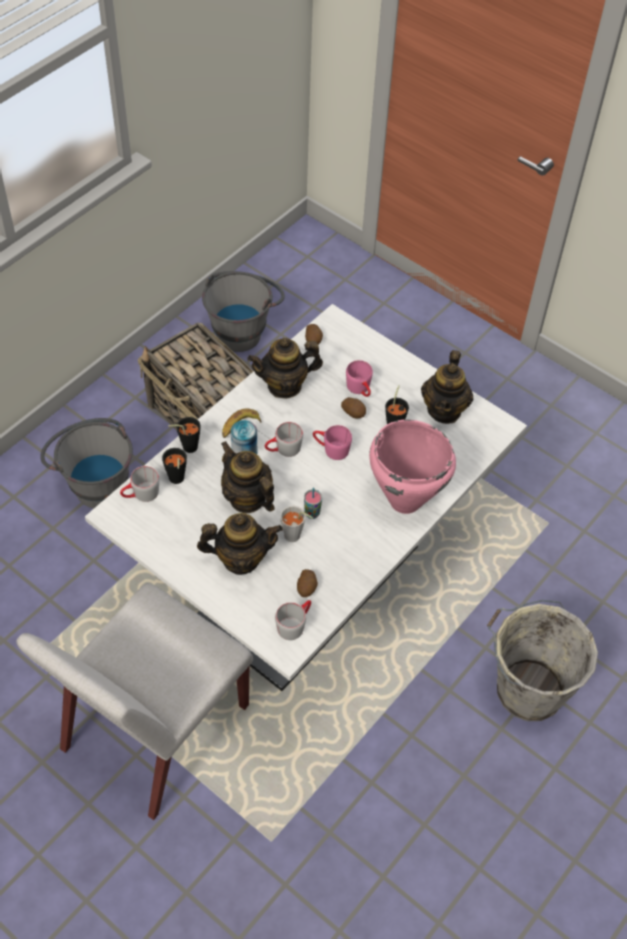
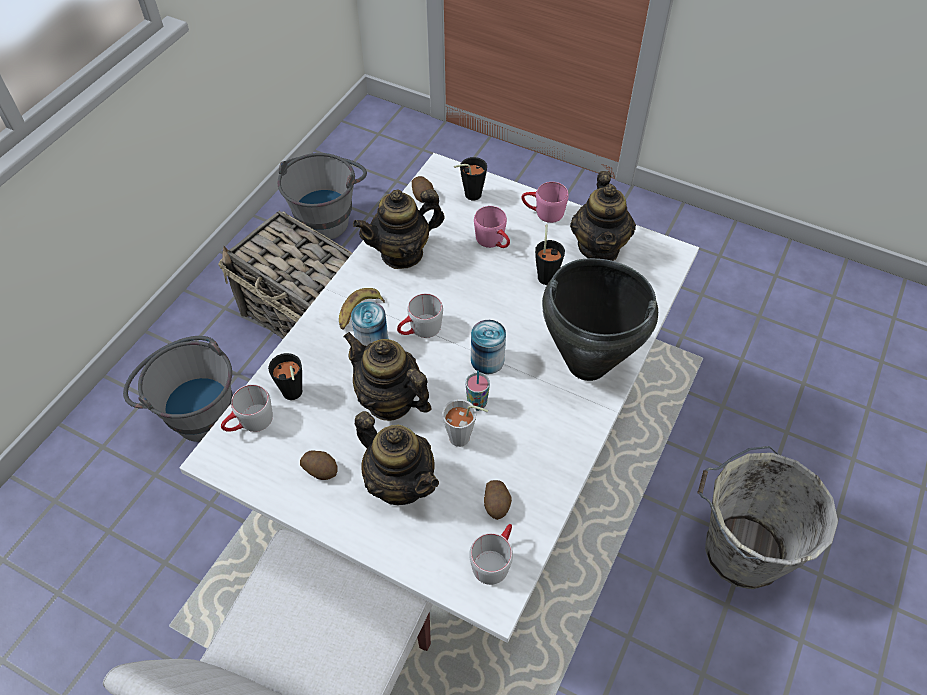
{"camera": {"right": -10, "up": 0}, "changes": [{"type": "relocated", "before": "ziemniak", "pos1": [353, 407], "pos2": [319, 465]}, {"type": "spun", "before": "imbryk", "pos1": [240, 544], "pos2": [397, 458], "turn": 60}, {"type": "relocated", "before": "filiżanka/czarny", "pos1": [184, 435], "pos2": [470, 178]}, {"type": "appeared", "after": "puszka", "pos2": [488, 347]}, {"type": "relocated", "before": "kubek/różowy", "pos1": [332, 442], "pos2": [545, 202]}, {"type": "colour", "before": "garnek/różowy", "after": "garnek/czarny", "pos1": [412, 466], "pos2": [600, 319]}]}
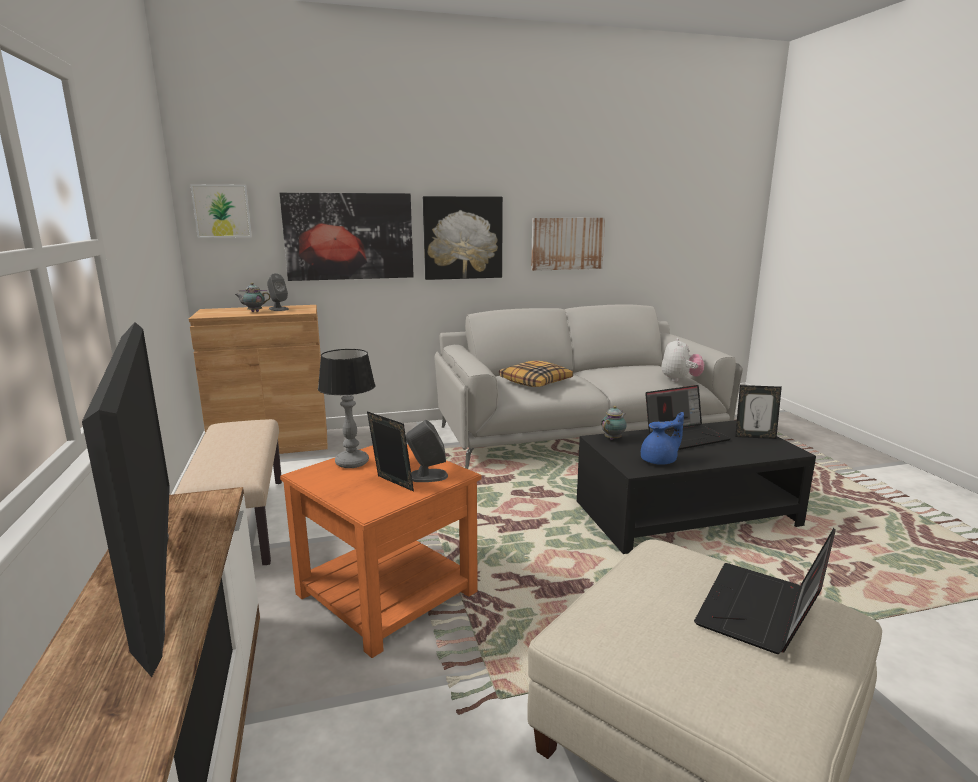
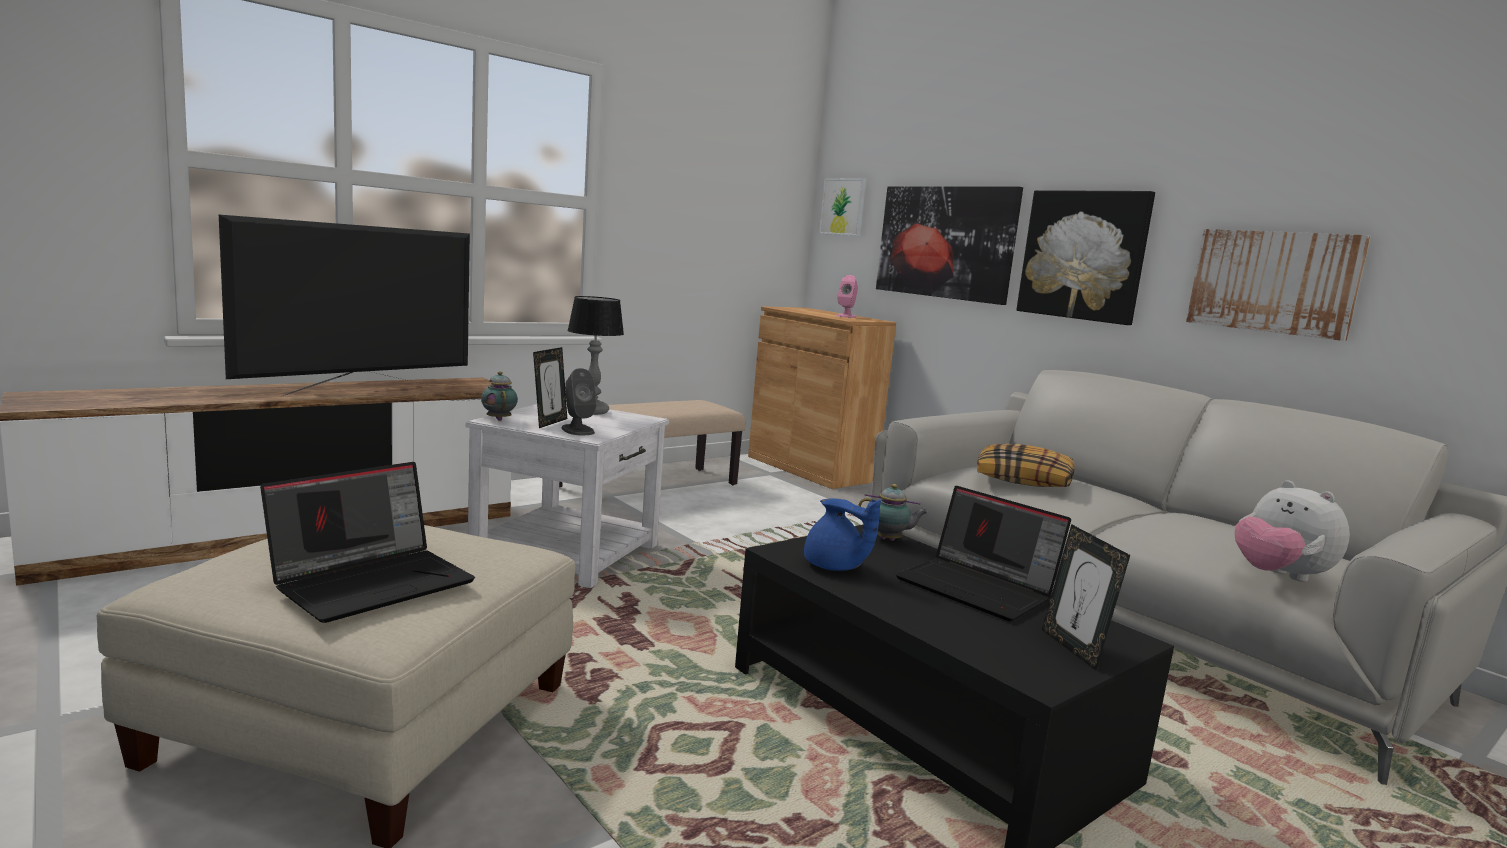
{"camera": {"right": 65, "up": -5}, "changes": [{"type": "spun", "before": "laptop", "pos1": [765, 591], "pos2": [367, 542], "turn": 120}, {"type": "colour", "before": "stolik/pomarańczowy", "after": "stolik/biały", "pos1": [381, 551], "pos2": [567, 495]}, {"type": "relocated", "before": "imbryk", "pos1": [252, 297], "pos2": [499, 396]}, {"type": "colour", "before": "głośnik/szary", "after": "głośnik/różowy", "pos1": [278, 292], "pos2": [847, 296]}, {"type": "spun", "before": "pluszak", "pos1": [682, 360], "pos2": [1292, 531], "turn": 75}]}
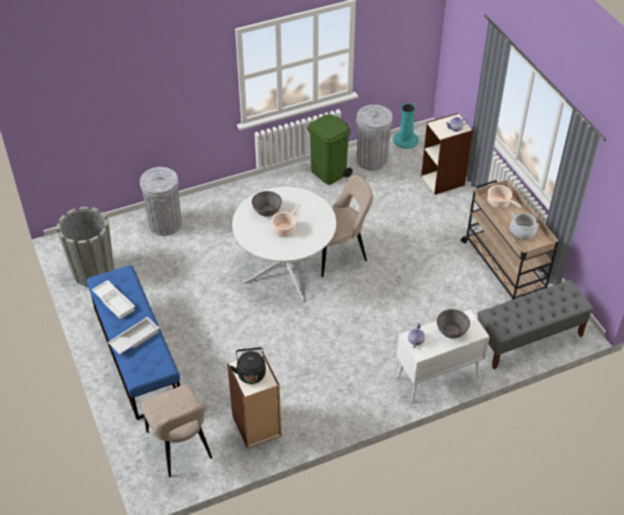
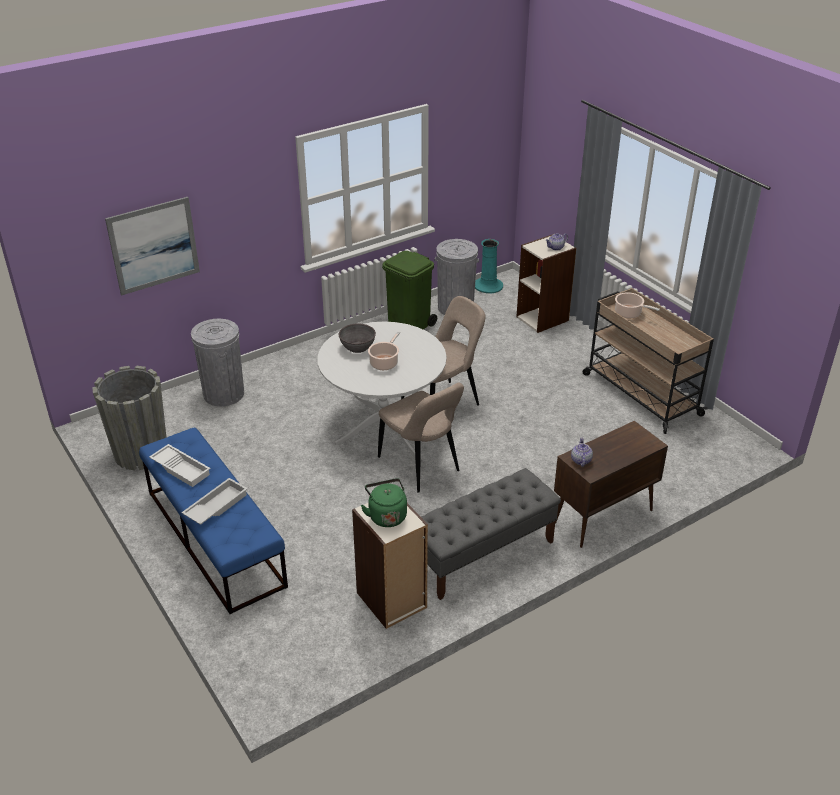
{"camera": {"right": -10, "up": -10}, "changes": [{"type": "appeared", "after": "obraz", "pos2": [152, 246]}, {"type": "colour", "before": "czajnik/czarny", "after": "czajnik/zielony", "pos1": [248, 365], "pos2": [384, 502]}, {"type": "relocated", "before": "krzesło/beżowy", "pos1": [176, 431], "pos2": [421, 438]}, {"type": "relocated", "before": "ławka/szary", "pos1": [535, 324], "pos2": [491, 534]}, {"type": "colour", "before": "szafka/biały", "after": "szafka/brązowy", "pos1": [443, 356], "pos2": [611, 484]}, {"type": "missing", "before": "miska/szary", "pos1": [453, 323]}, {"type": "missing", "before": "garnek", "pos1": [524, 226]}]}
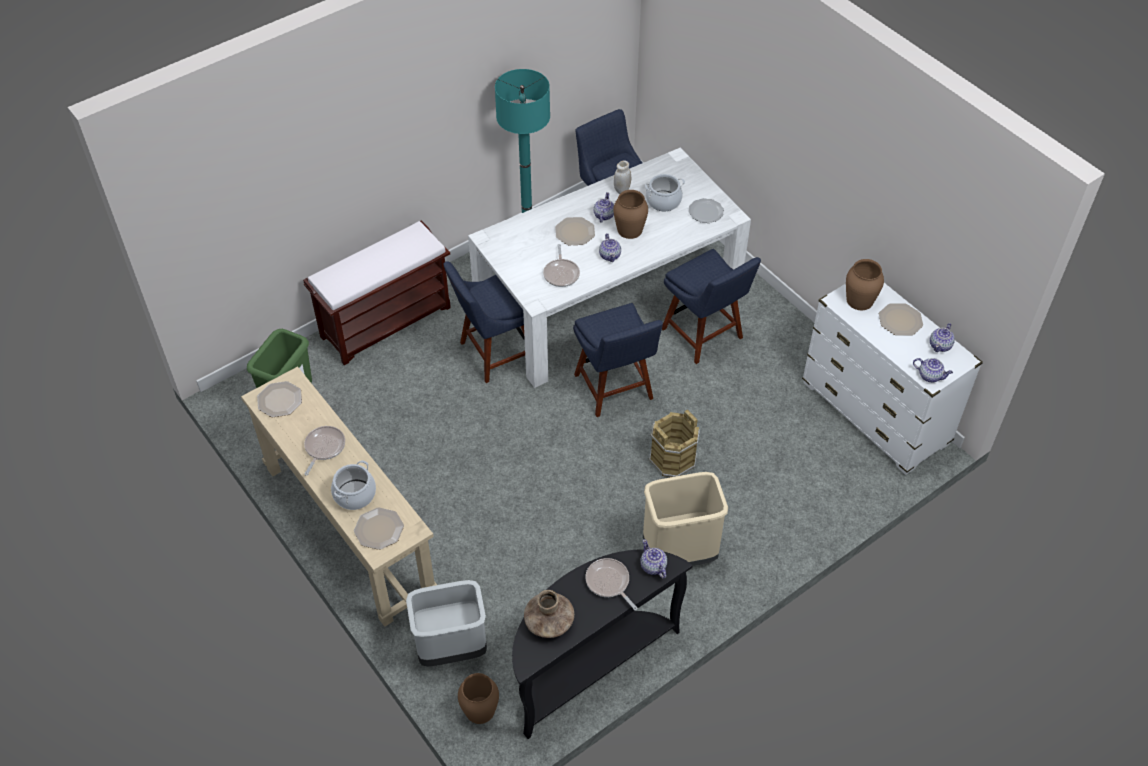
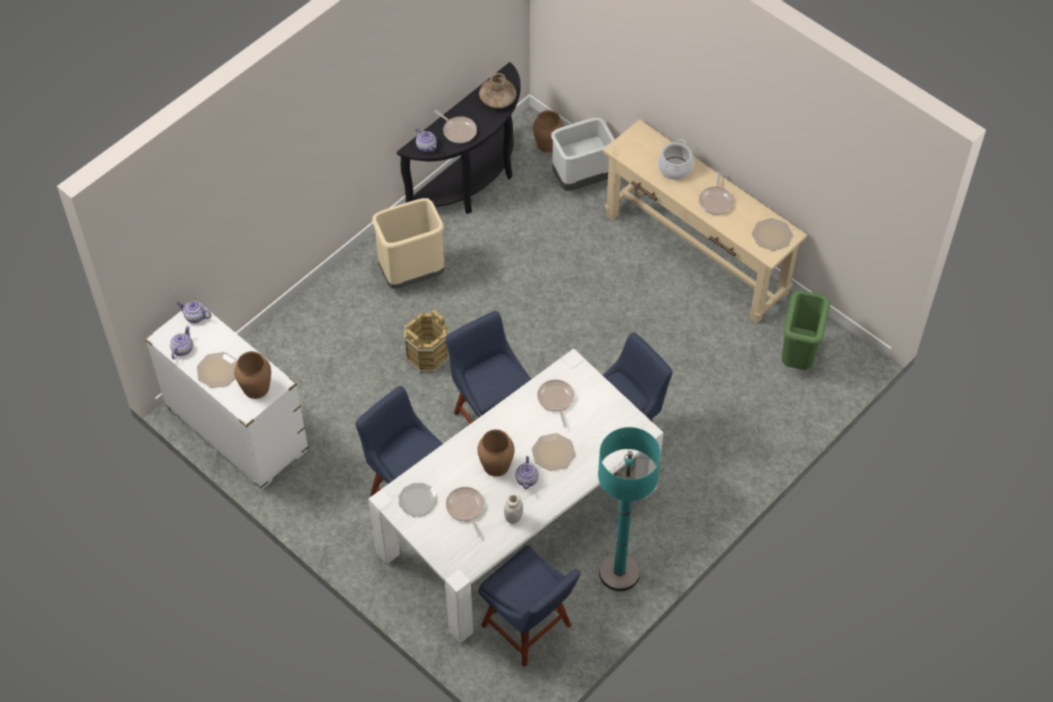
{"camera": {"right": 170, "up": 5}, "changes": [{"type": "exchanged", "before": "garnek", "after": "patelnia", "pos1": [665, 192], "pos2": [465, 512]}, {"type": "missing", "before": "ławka/brązowy", "pos1": [377, 292]}, {"type": "missing", "before": "talerz", "pos1": [379, 528]}, {"type": "missing", "before": "imbryk", "pos1": [610, 247]}]}
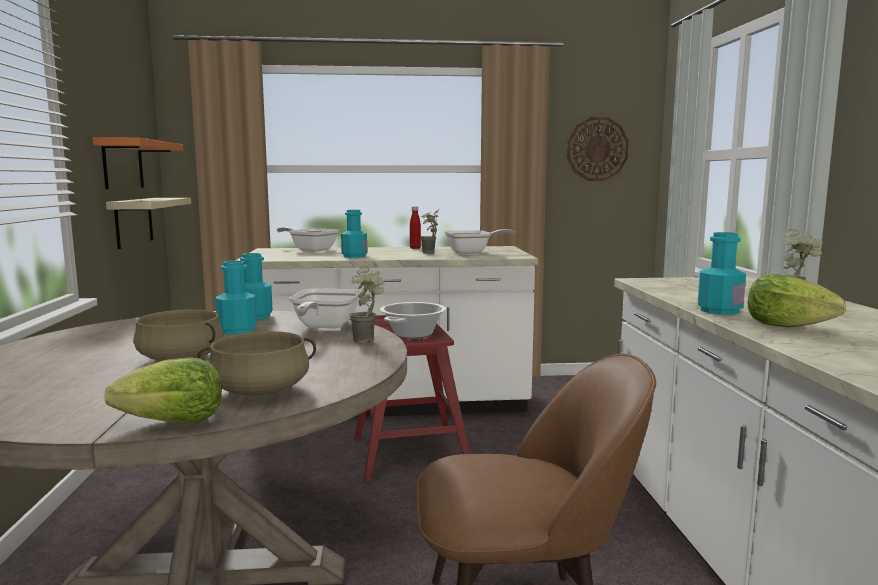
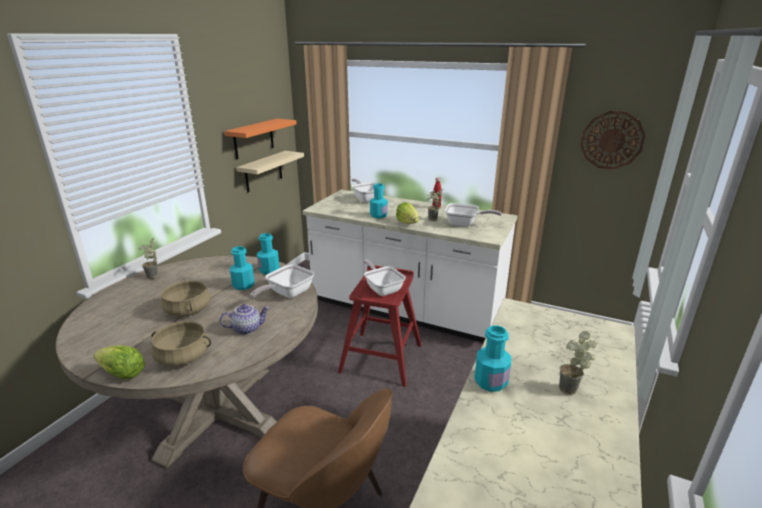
{"camera": {"right": 30, "up": 15}, "changes": [{"type": "relocated", "before": "roślina doniczkowa", "pos1": [367, 304], "pos2": [148, 258]}, {"type": "appeared", "after": "imbryk", "pos2": [245, 319]}, {"type": "exchanged", "before": "garnek", "after": "patelnia", "pos1": [413, 320], "pos2": [384, 278]}, {"type": "relocated", "before": "sałata", "pos1": [797, 300], "pos2": [407, 213]}]}
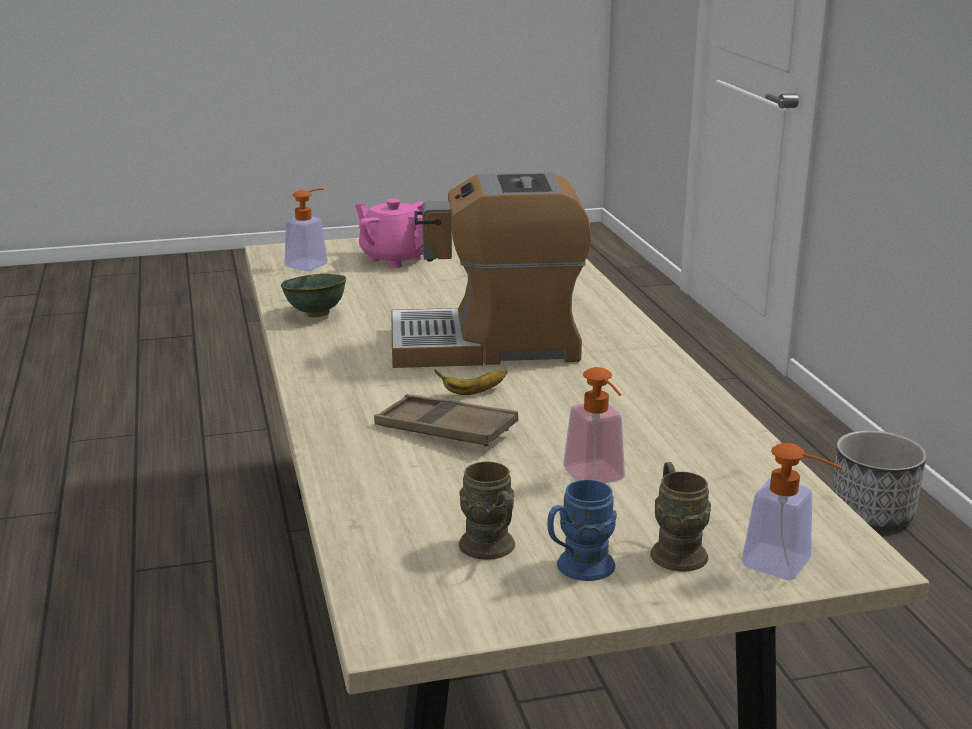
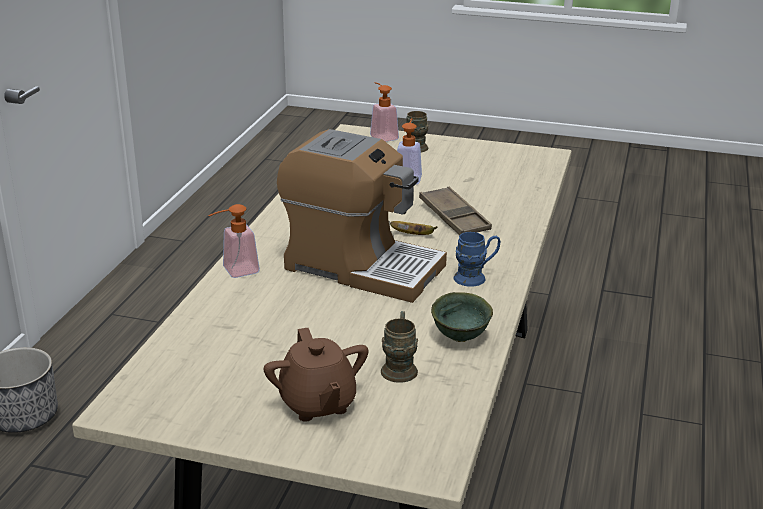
{"camera": {"right": -150, "up": 5}, "changes": [{"type": "relocated", "before": "dozownik mydła", "pos1": [306, 229], "pos2": [234, 241]}, {"type": "colour", "before": "imbryk/różowy", "after": "imbryk/brązowy", "pos1": [389, 233], "pos2": [316, 375]}, {"type": "relocated", "before": "kubek/brązowy", "pos1": [487, 510], "pos2": [399, 347]}, {"type": "relocated", "before": "kubek/niebieski", "pos1": [582, 530], "pos2": [477, 259]}]}
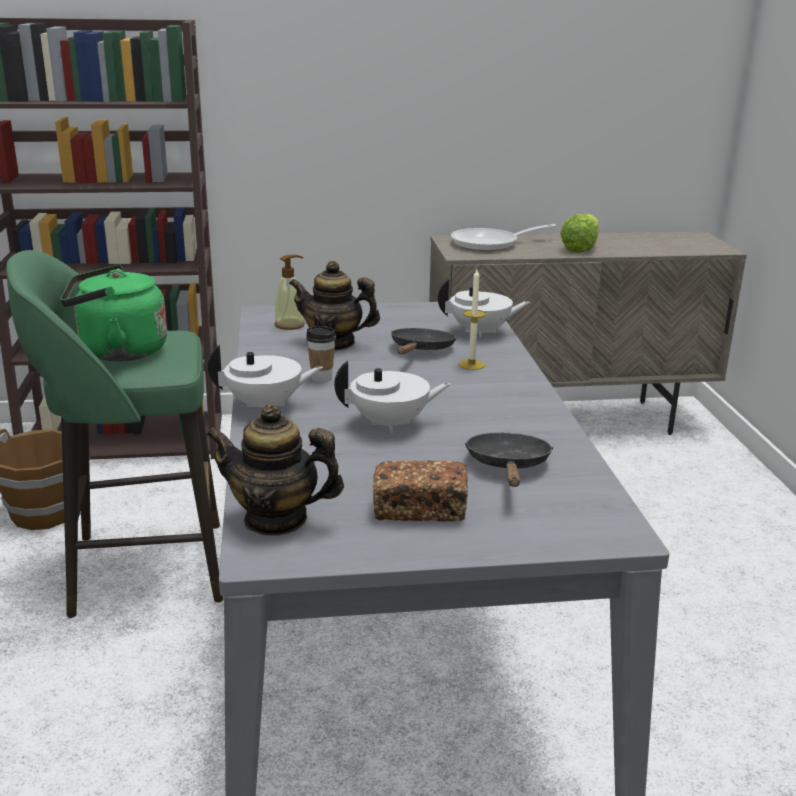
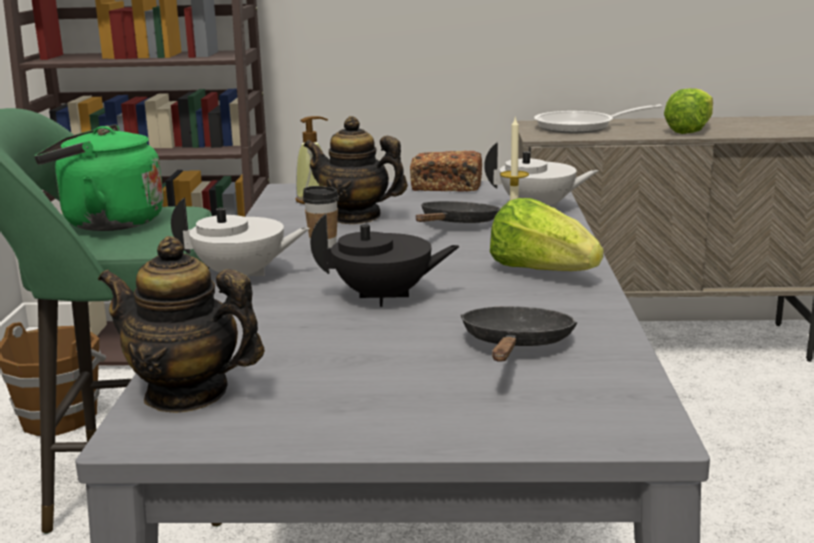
{"camera": {"right": 10, "up": -5}, "changes": [{"type": "colour", "before": "imbryk/biały", "after": "imbryk/czarny", "pos1": [392, 397], "pos2": [385, 260]}, {"type": "relocated", "before": "chleb", "pos1": [420, 491], "pos2": [446, 171]}, {"type": "appeared", "after": "sałata", "pos2": [546, 234]}]}
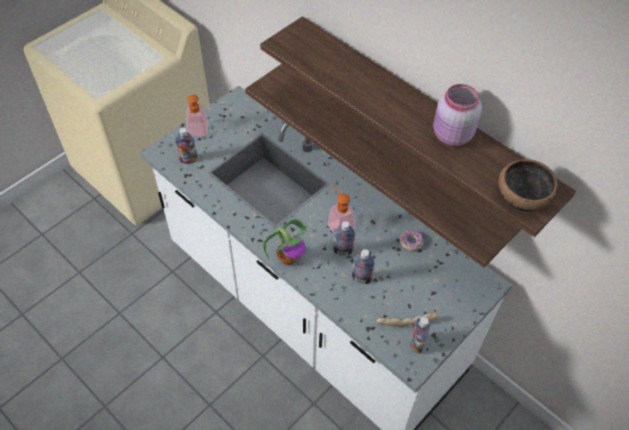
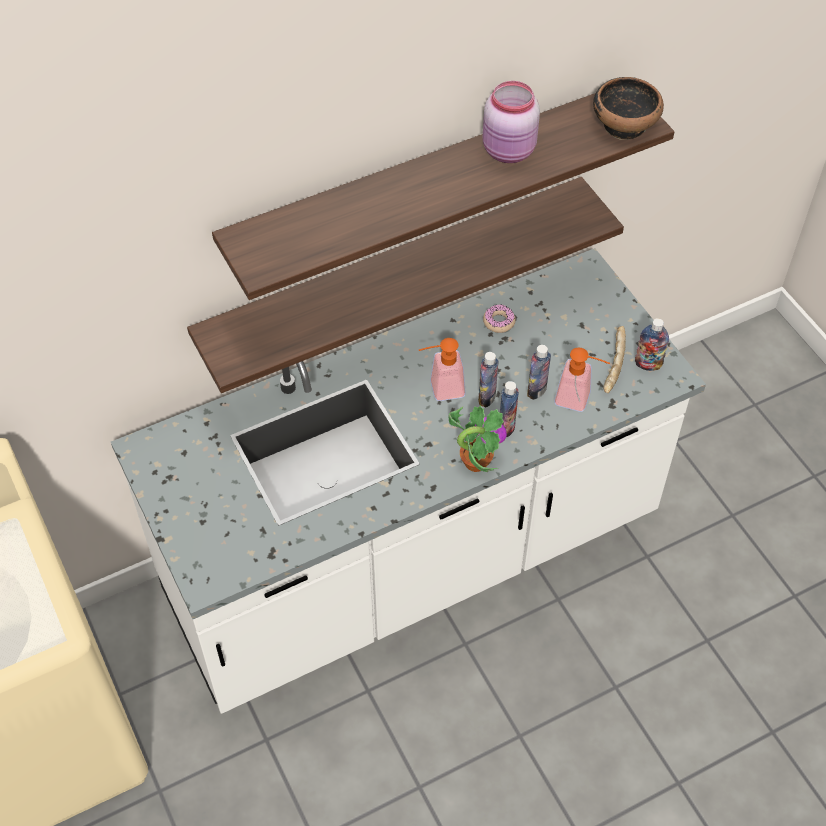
{"camera": {"right": -70, "up": 0}, "changes": [{"type": "relocated", "before": "butelka", "pos1": [186, 146], "pos2": [509, 409]}, {"type": "relocated", "before": "dozownik mydła", "pos1": [197, 116], "pos2": [582, 380]}]}
